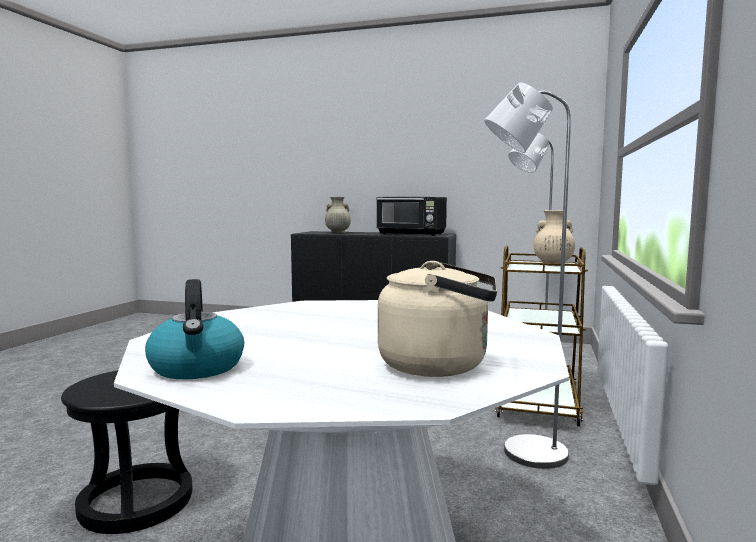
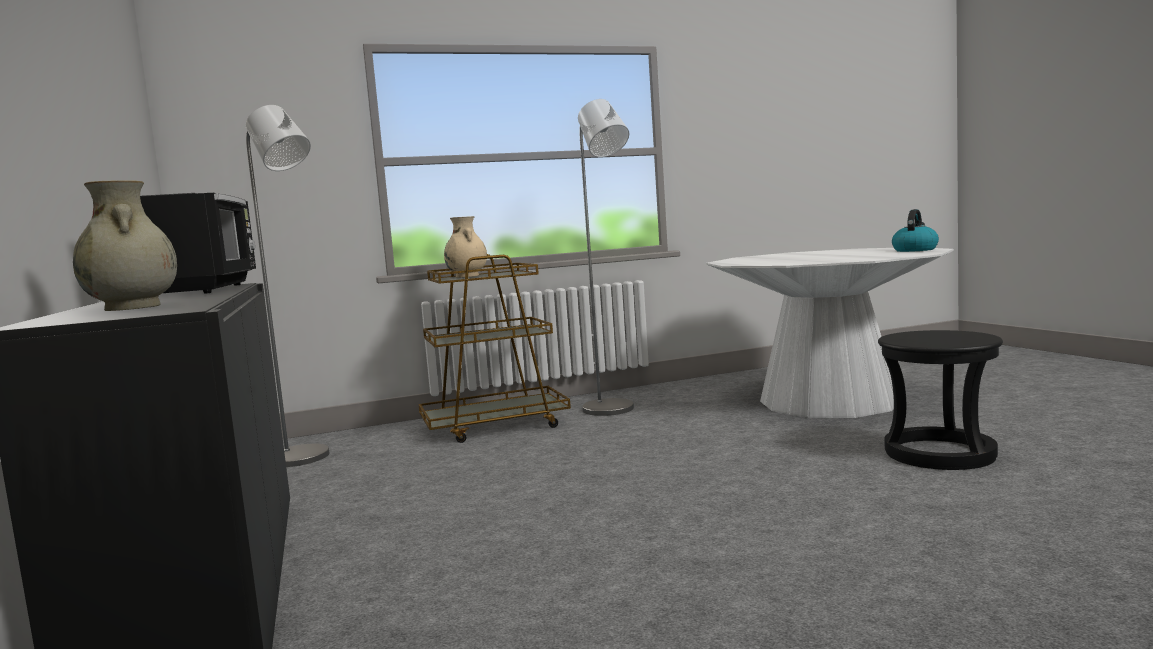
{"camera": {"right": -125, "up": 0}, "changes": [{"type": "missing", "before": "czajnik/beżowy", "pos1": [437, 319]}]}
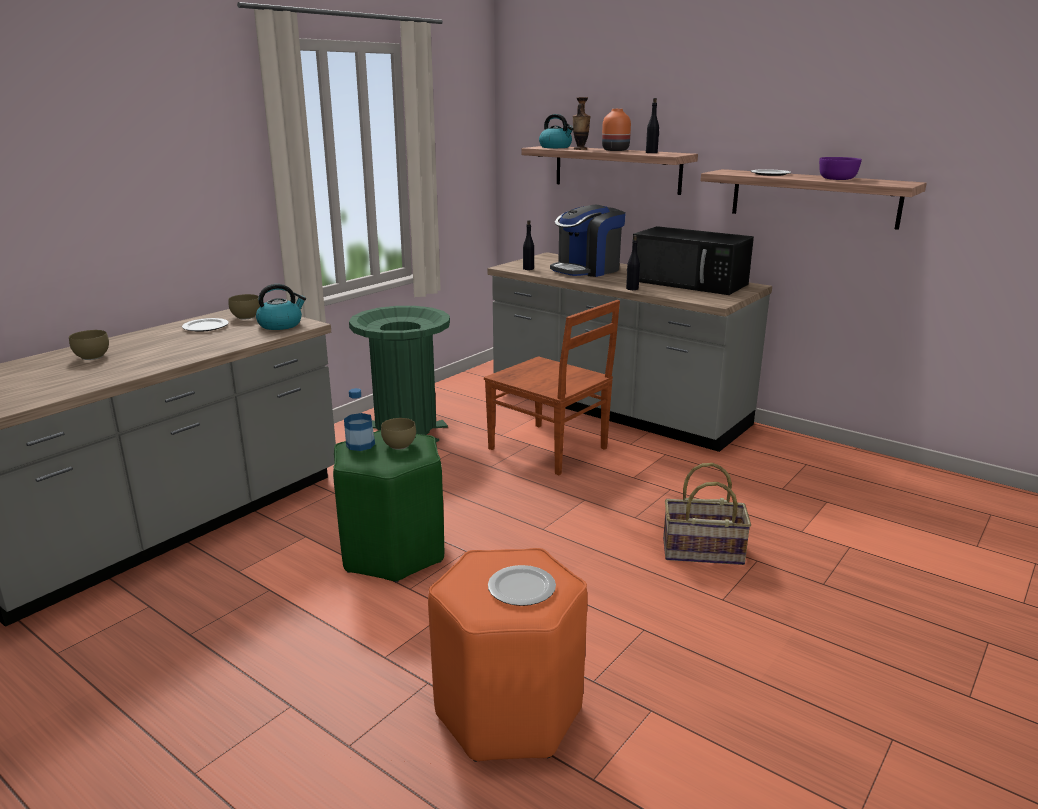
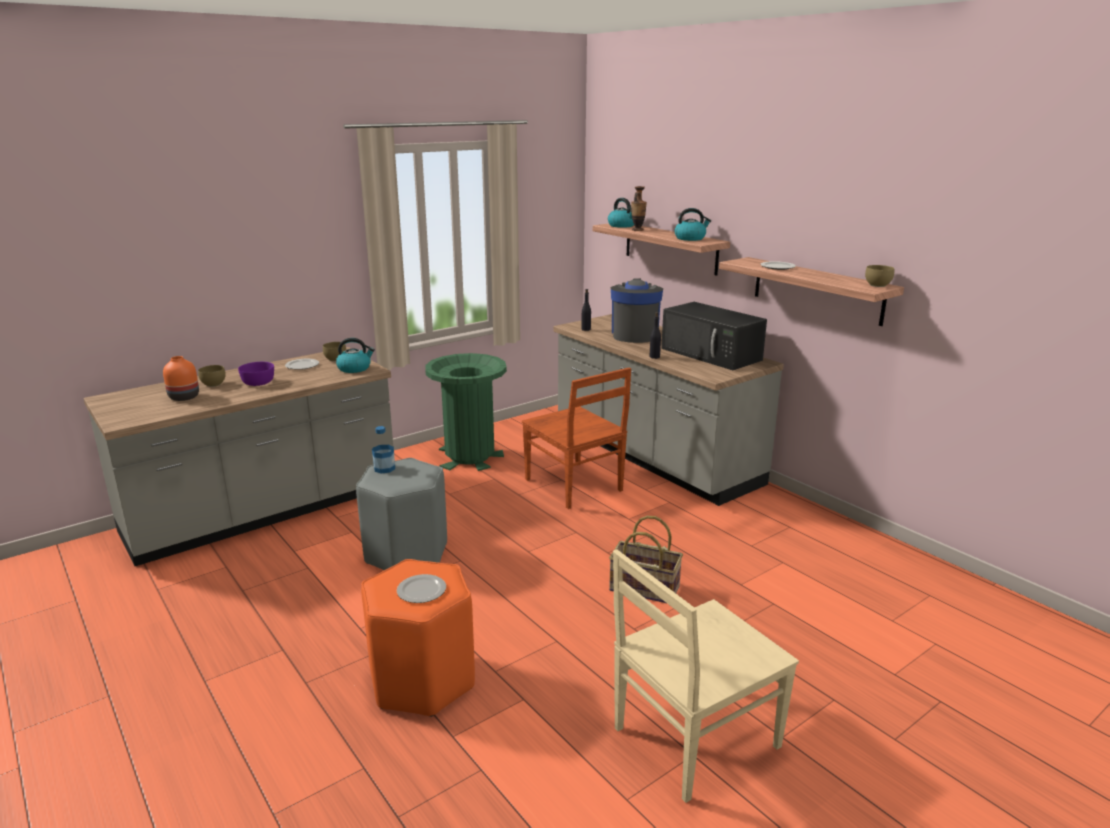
{"camera": {"right": 15, "up": 0}, "changes": [{"type": "relocated", "before": "wazon/pomarańczowy", "pos1": [616, 130], "pos2": [181, 378]}, {"type": "relocated", "before": "miska/fioletowy", "pos1": [840, 168], "pos2": [256, 374]}, {"type": "colour", "before": "stołek/zielony", "after": "stołek/szary", "pos1": [388, 506], "pos2": [401, 514]}, {"type": "spun", "before": "ekspres do kawy", "pos1": [588, 241], "pos2": [637, 310], "turn": 120}, {"type": "appeared", "after": "krzesło/beżowy", "pos2": [706, 676]}, {"type": "exchanged", "before": "butelka/czarny", "after": "czajnik", "pos1": [652, 125], "pos2": [692, 224]}, {"type": "relocated", "before": "miska/brązowy", "pos1": [398, 434], "pos2": [880, 276]}]}
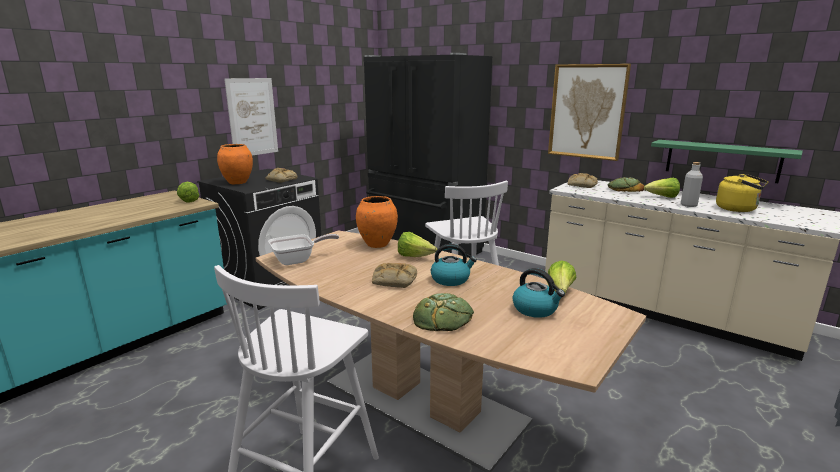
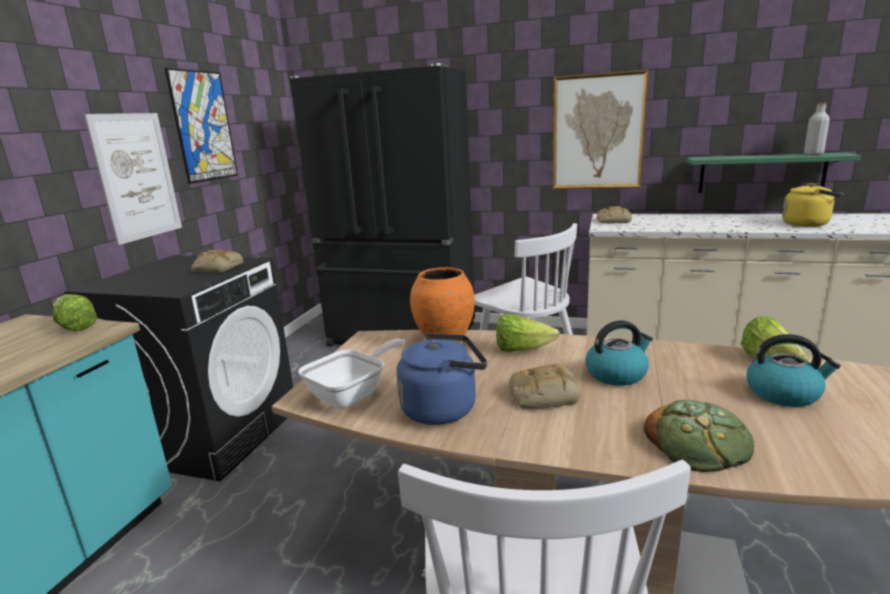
{"camera": {"right": -20, "up": 0}, "changes": [{"type": "appeared", "after": "obraz", "pos2": [201, 126]}, {"type": "appeared", "after": "czajnik/niebieski", "pos2": [441, 379]}, {"type": "relocated", "before": "butelka/szary", "pos1": [692, 184], "pos2": [817, 129]}, {"type": "missing", "before": "wazon/pomarańczowy", "pos1": [235, 164]}, {"type": "missing", "before": "chleb", "pos1": [626, 184]}, {"type": "missing", "before": "sałata", "pos1": [662, 188]}]}
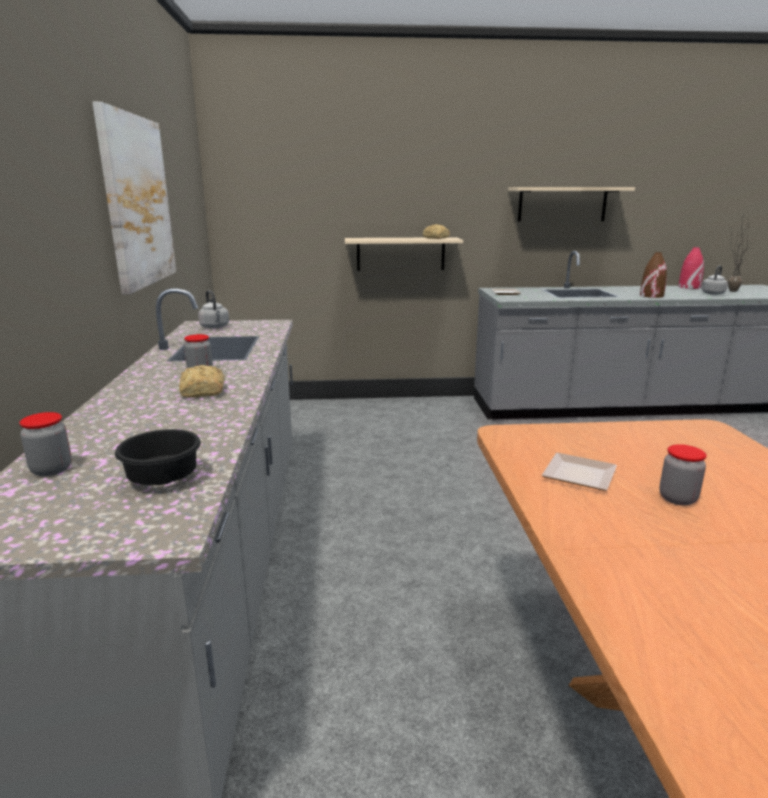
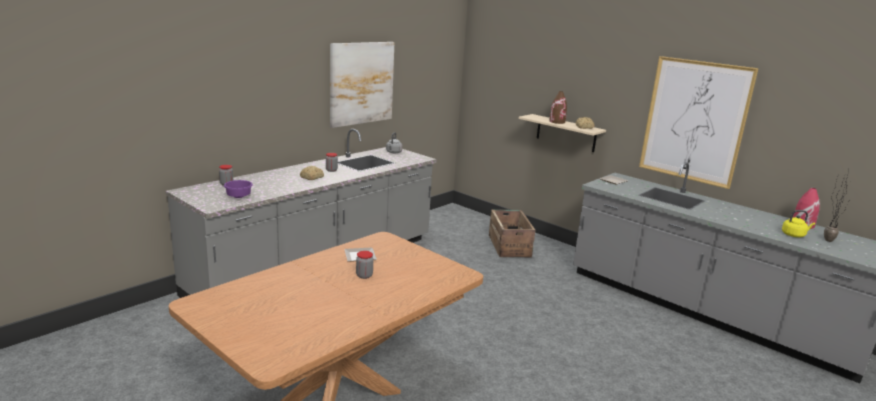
{"camera": {"right": 45, "up": 0}, "changes": [{"type": "colour", "before": "miska/czarny", "after": "miska/fioletowy", "pos1": [158, 457], "pos2": [238, 189]}, {"type": "appeared", "after": "skrzynka", "pos2": [512, 233]}, {"type": "relocated", "before": "wazon/brązowy", "pos1": [653, 275], "pos2": [558, 107]}, {"type": "exchanged", "before": "półka/beżowy", "after": "obraz", "pos1": [571, 204], "pos2": [699, 122]}, {"type": "colour", "before": "czajnik/szary", "after": "czajnik/żółty", "pos1": [714, 280], "pos2": [798, 223]}]}
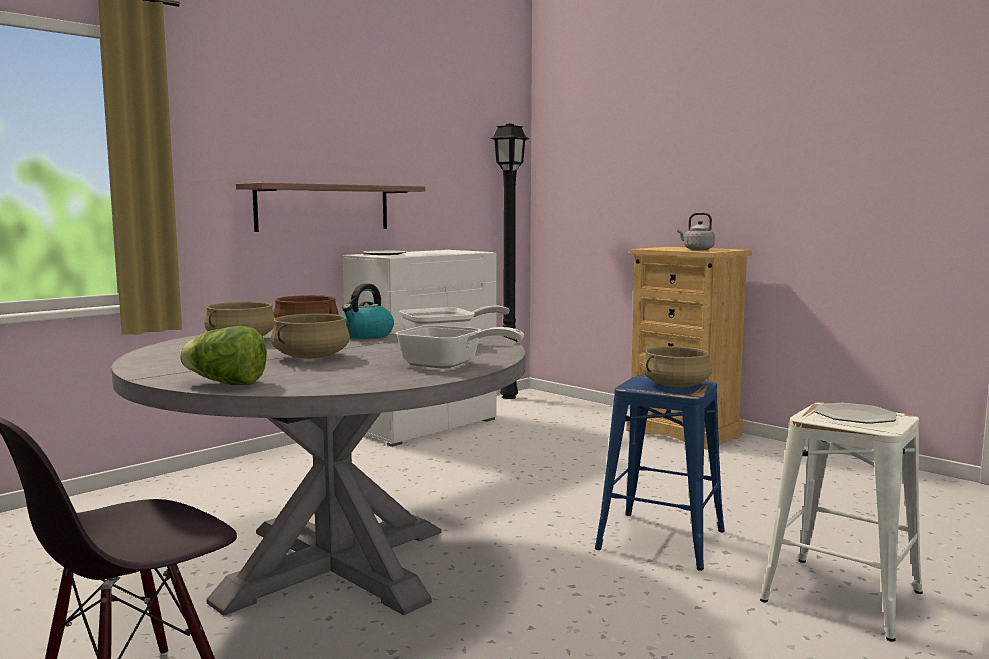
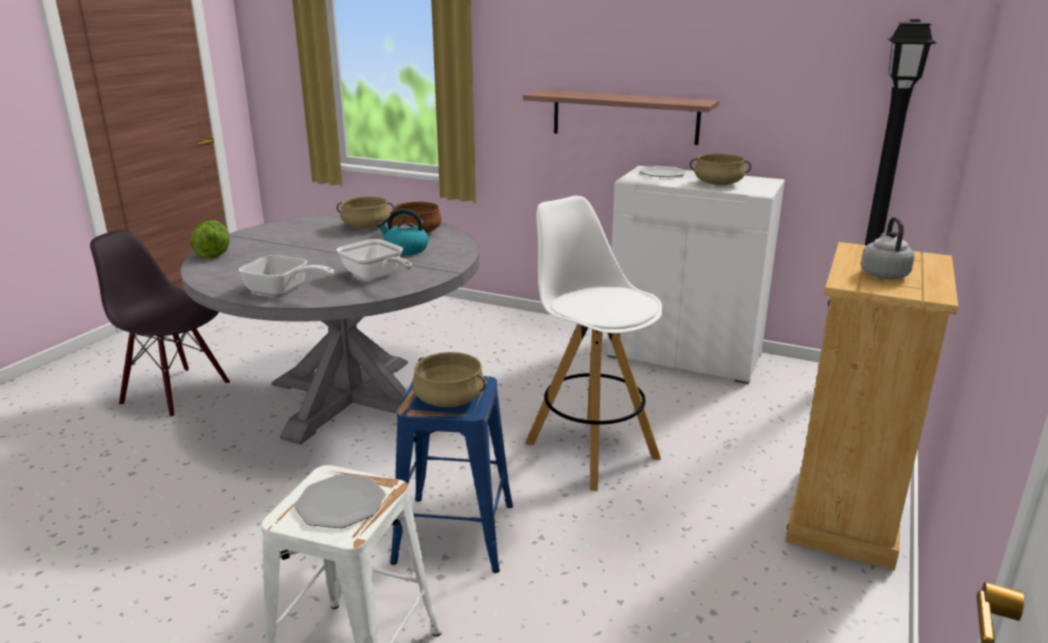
{"camera": {"right": 70, "up": 15}, "changes": [{"type": "spun", "before": "patelnia", "pos1": [460, 347], "pos2": [286, 275], "turn": -75}, {"type": "appeared", "after": "stołek/biały", "pos2": [594, 343]}, {"type": "relocated", "before": "garnek/beżowy", "pos1": [310, 336], "pos2": [720, 169]}]}
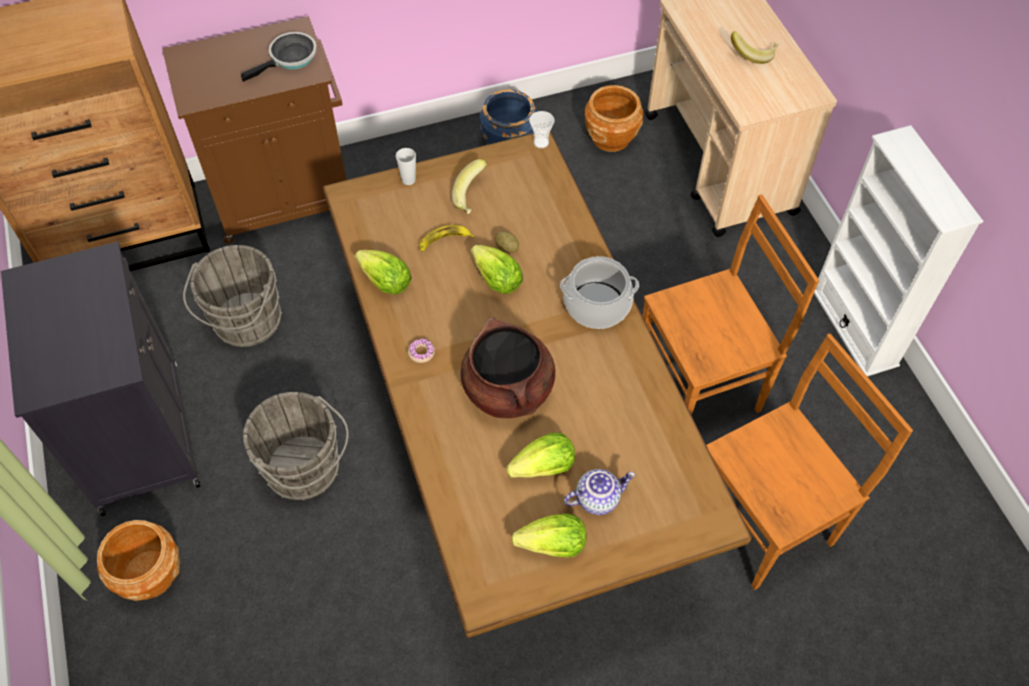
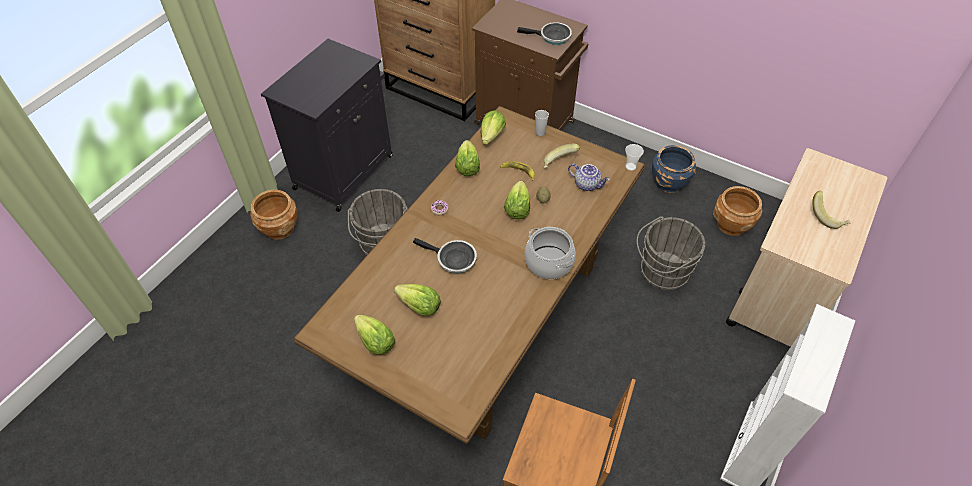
{"camera": {"right": 50, "up": -5}, "changes": [{"type": "exchanged", "before": "garnek/brązowy", "after": "patelnia", "pos1": [508, 367], "pos2": [445, 255]}, {"type": "appeared", "after": "sałata", "pos2": [493, 127]}, {"type": "relocated", "before": "imbryk", "pos1": [599, 492], "pos2": [589, 177]}, {"type": "relocated", "before": "wiadro/szary", "pos1": [232, 296], "pos2": [671, 253]}, {"type": "missing", "before": "krzesło/brązowy", "pos1": [731, 305]}]}
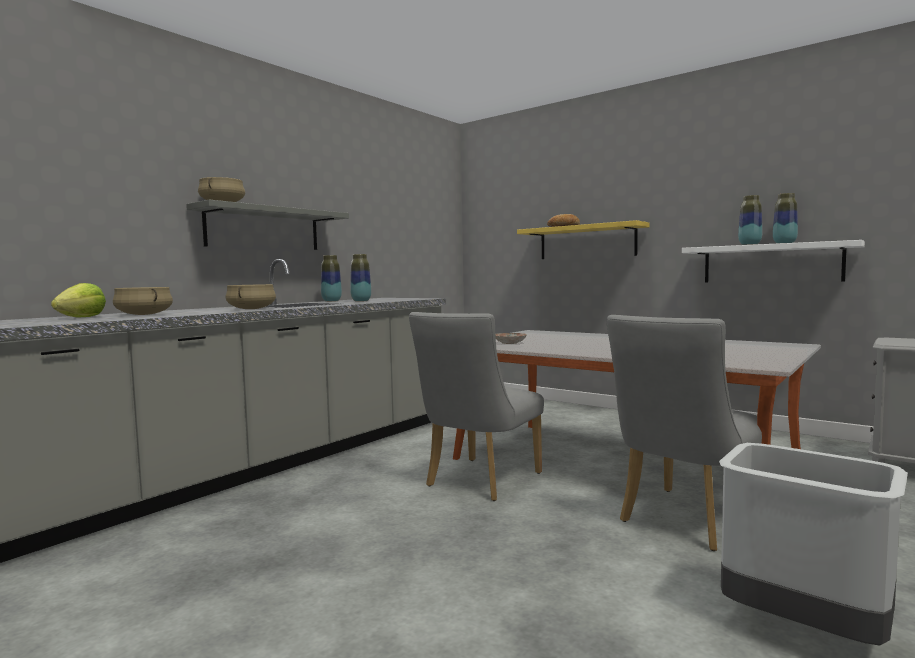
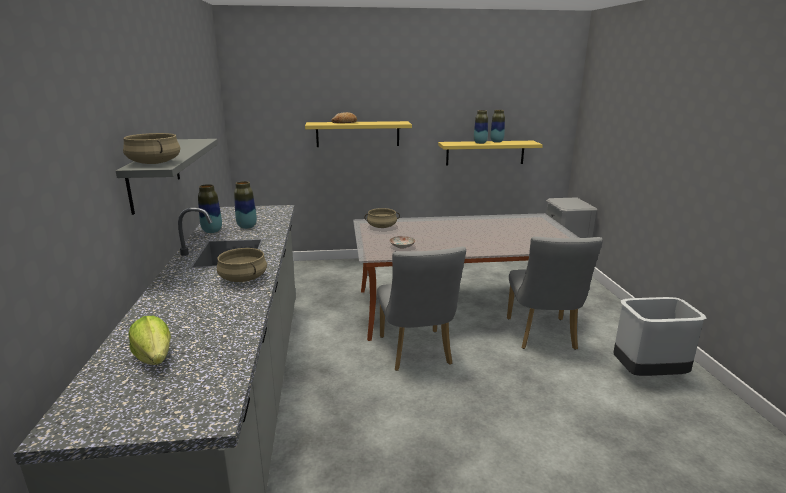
{"camera": {"right": -45, "up": 15}, "changes": [{"type": "relocated", "before": "garnek/beżowy", "pos1": [143, 301], "pos2": [382, 218]}, {"type": "colour", "before": "półka/biały", "after": "półka/żółty", "pos1": [773, 261], "pos2": [490, 153]}]}
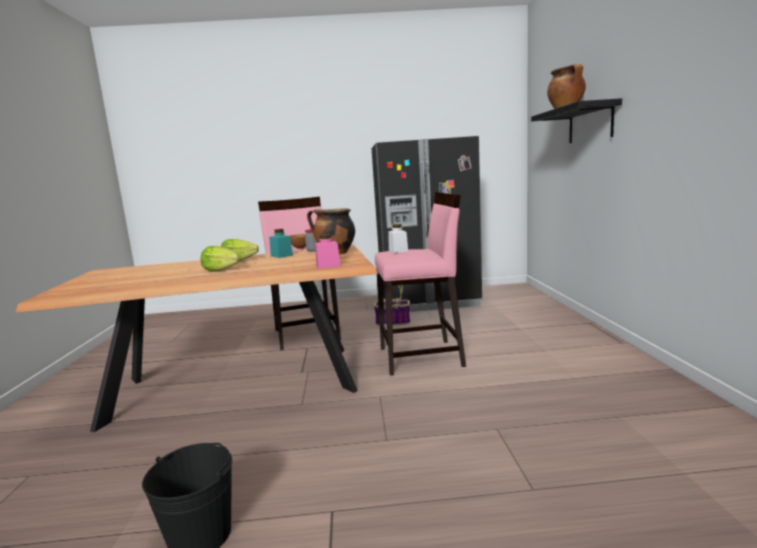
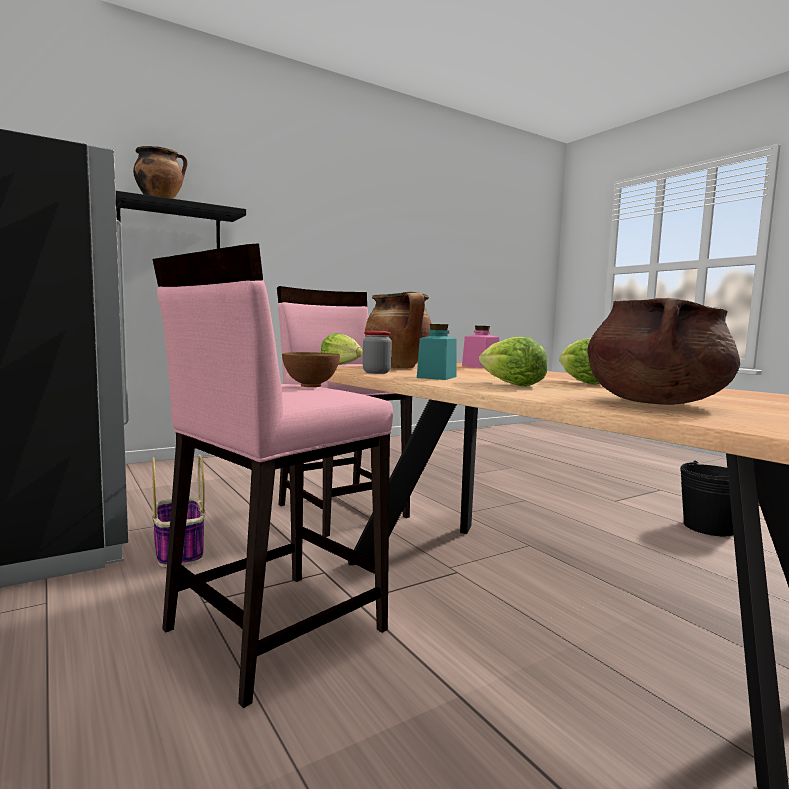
{"camera": {"right": -120, "up": -5}, "changes": [{"type": "exchanged", "before": "słoik/biały", "after": "sałata", "pos1": [398, 238], "pos2": [342, 349]}, {"type": "appeared", "after": "garnek/brązowy", "pos2": [664, 351]}]}
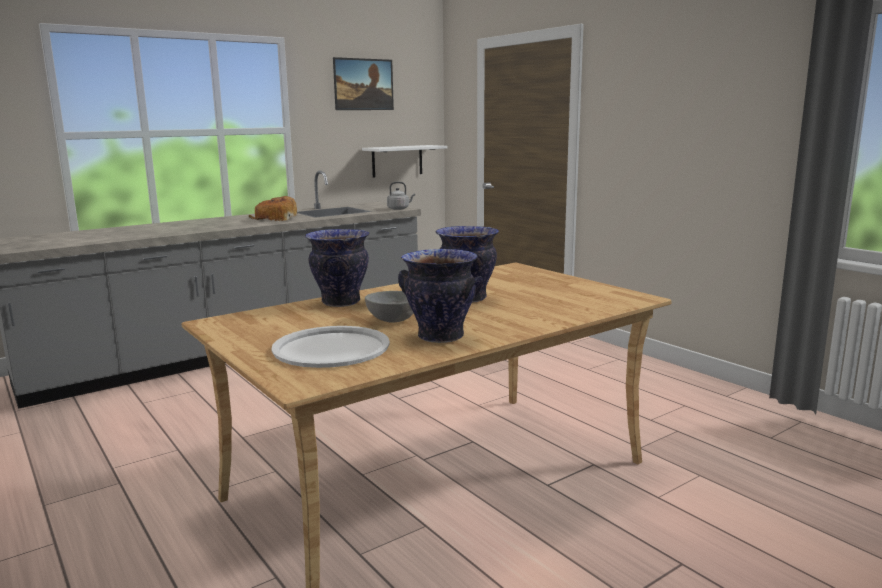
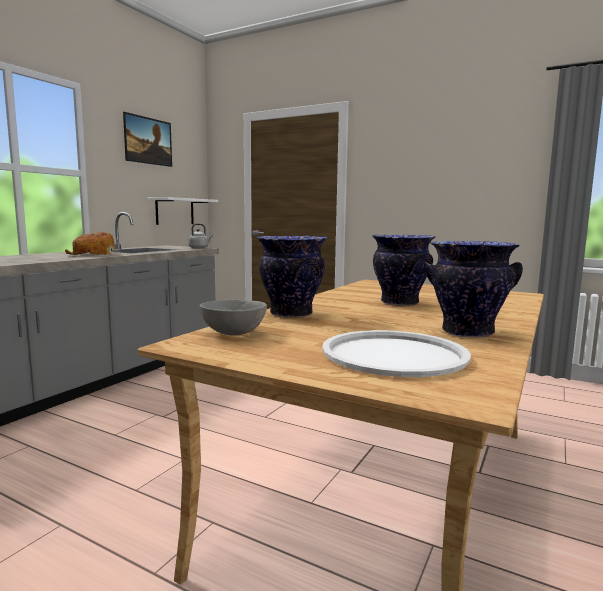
{"camera": {"right": -25, "up": -5}, "changes": [{"type": "relocated", "before": "miska/szary", "pos1": [389, 307], "pos2": [233, 318]}]}
